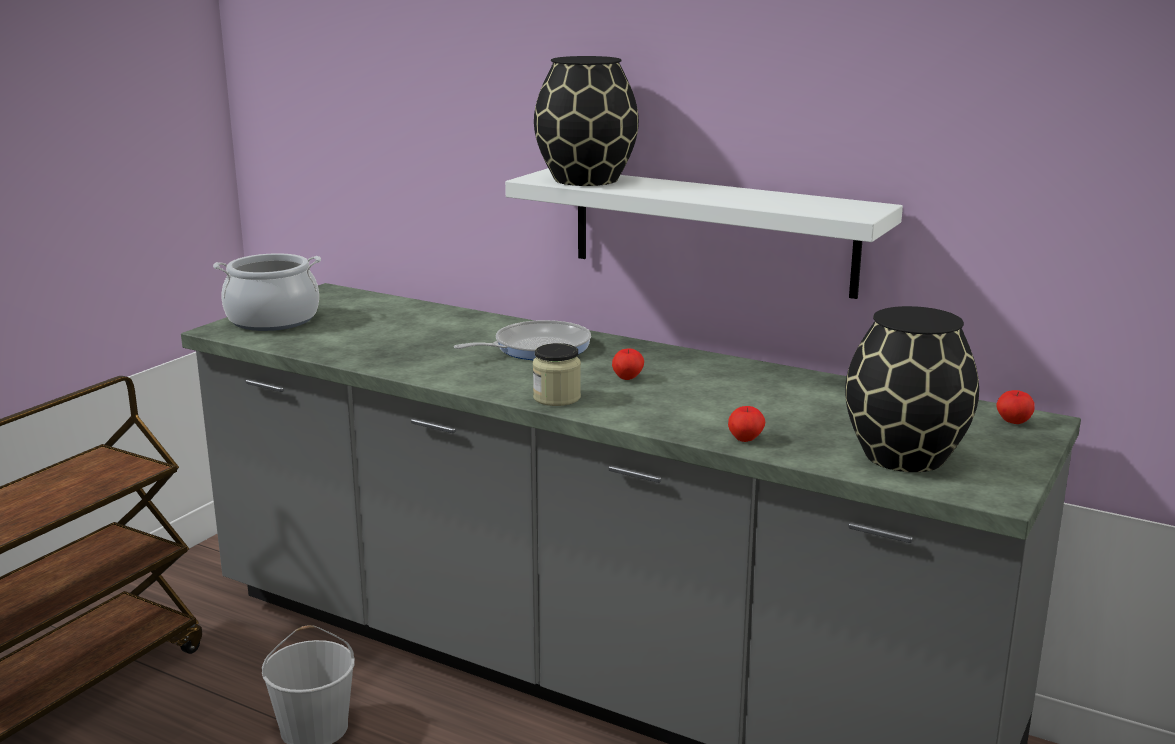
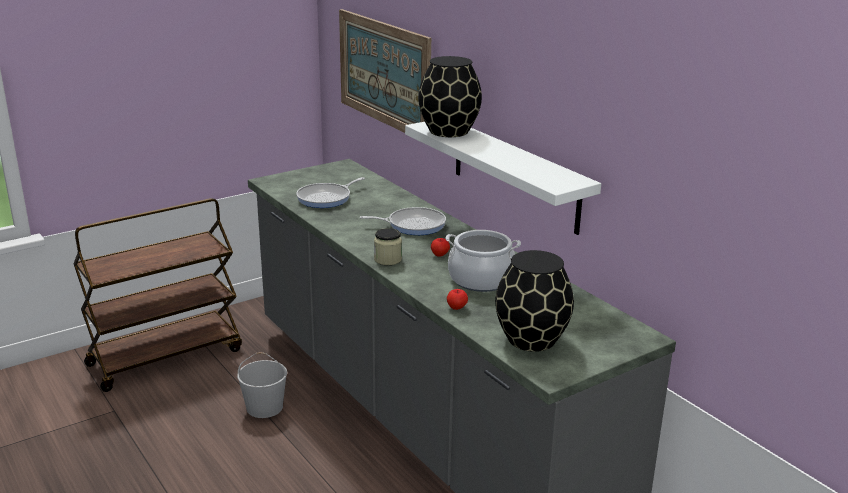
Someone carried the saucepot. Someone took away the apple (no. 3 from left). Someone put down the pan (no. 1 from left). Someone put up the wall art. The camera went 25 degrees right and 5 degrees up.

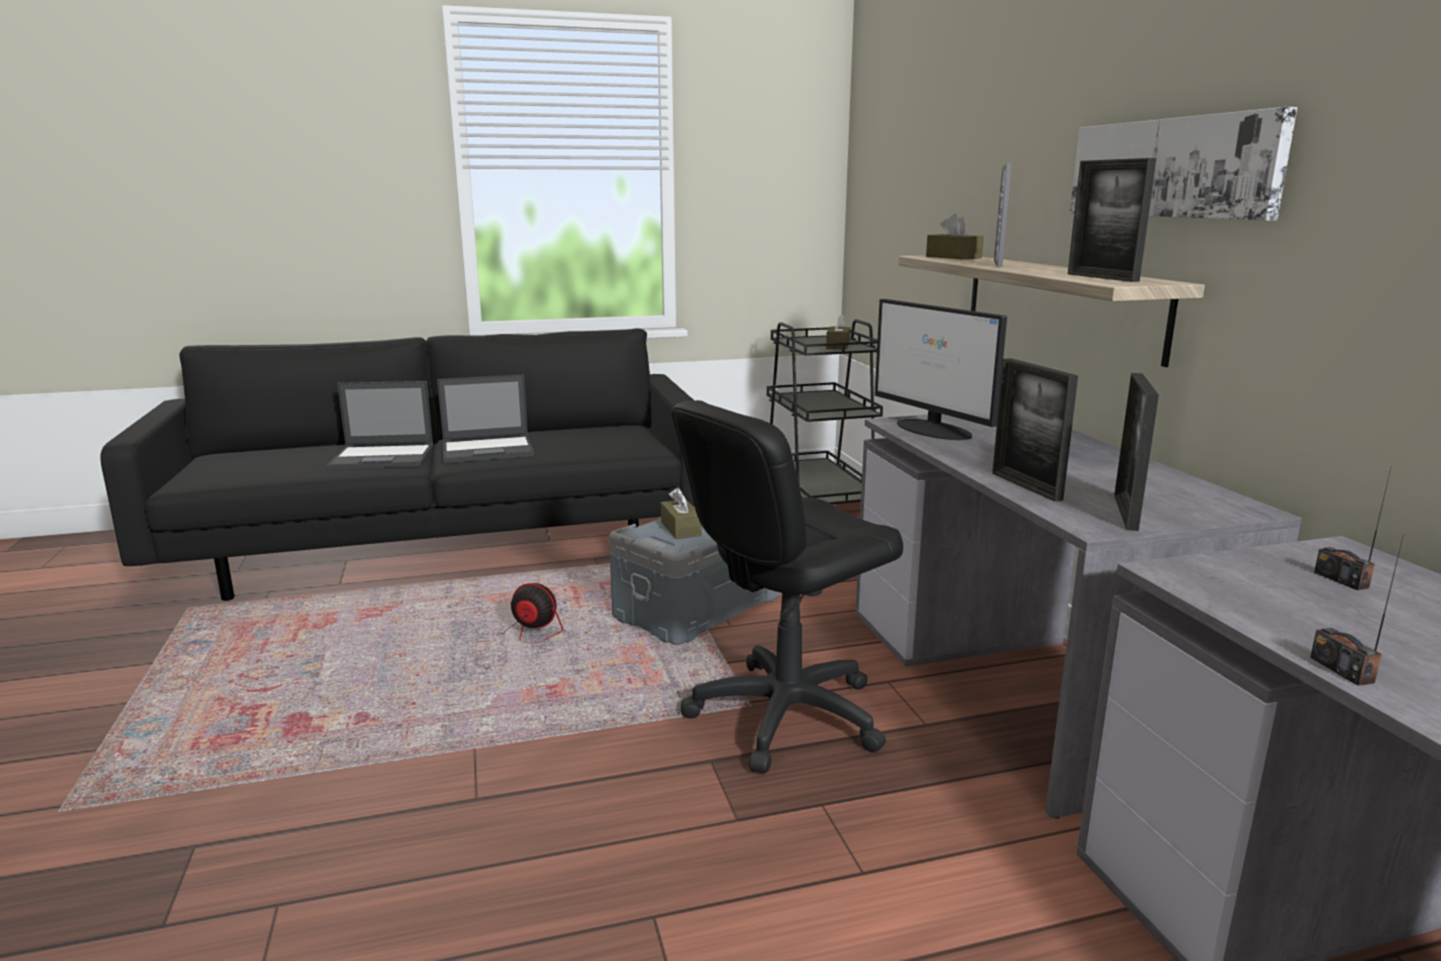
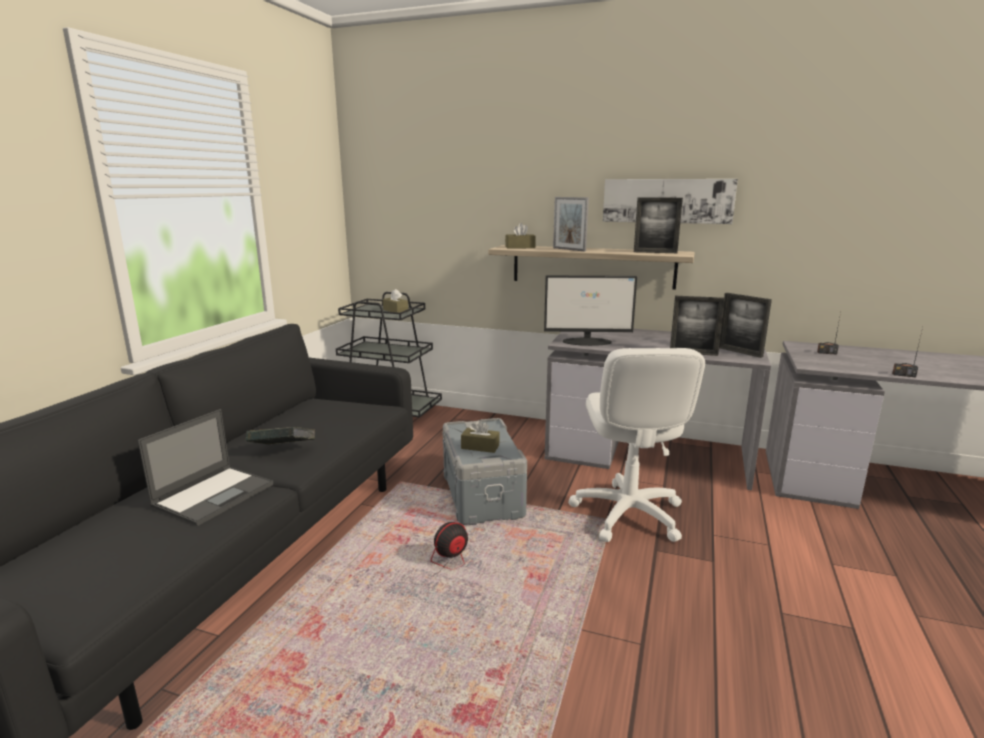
Someone swapped the laptop (no. 2 from left) for the book. Someone repainted the desk chair in black-coloured, which became the desk chair in white-coloured. The camera went 55 degrees left and 0 degrees up.

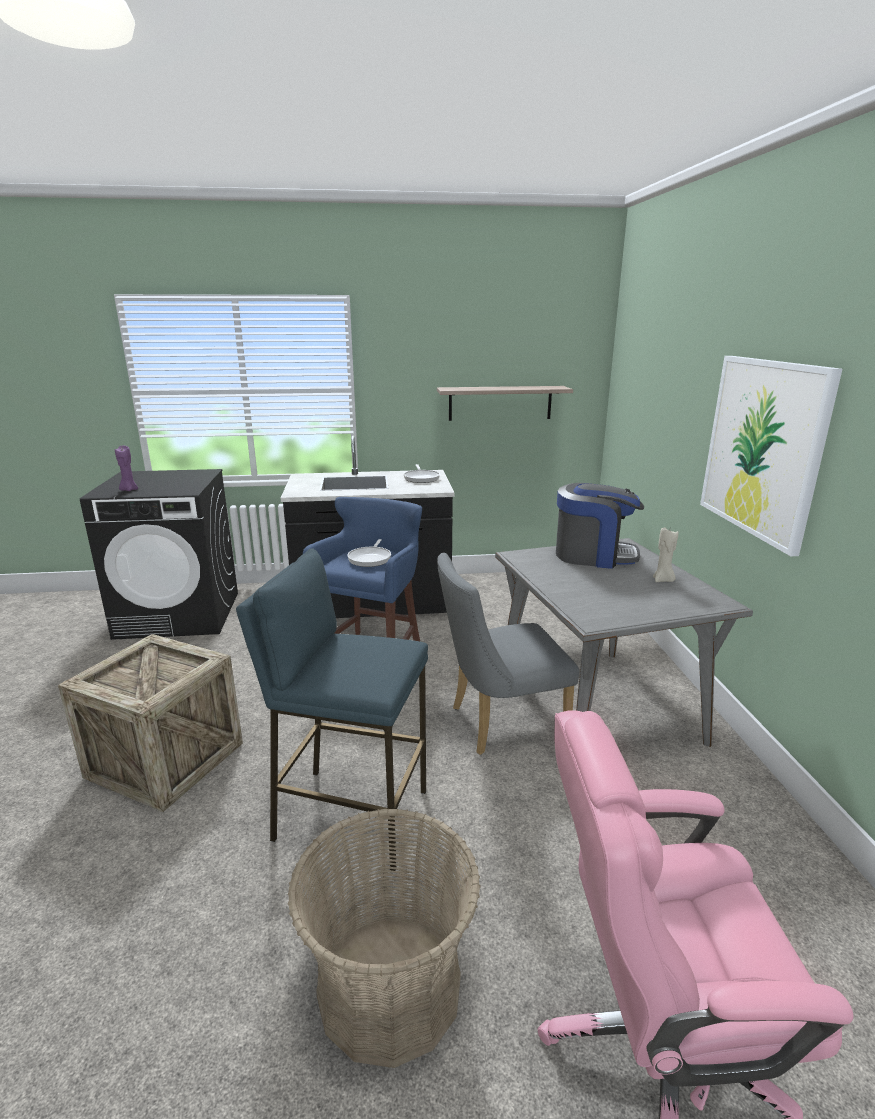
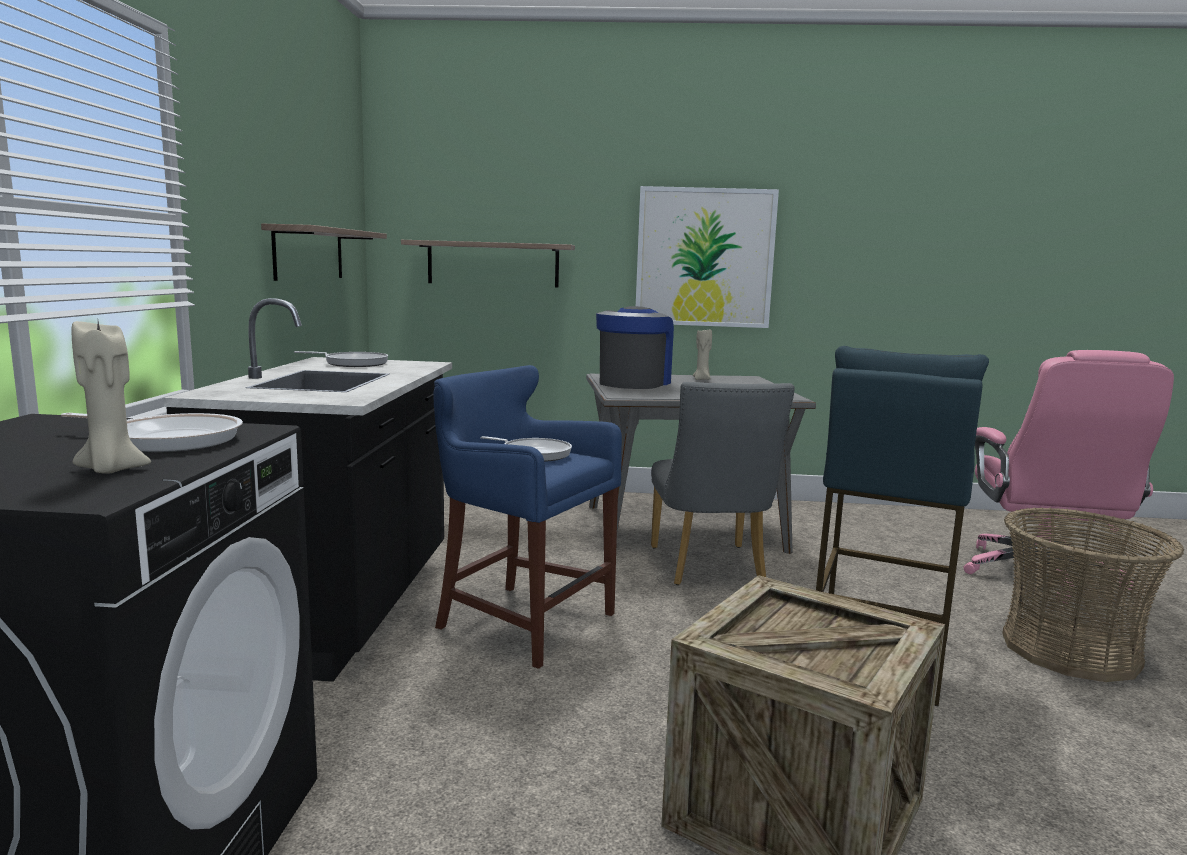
Someone repainted the candle in purplish, which became the candle in beige-coloured (no. 1 from left). Someone put down the pan (no. 1 from left). Someone put up the bracket shelf (no. 2 from left). The camera went 80 degrees left and 10 degrees down.

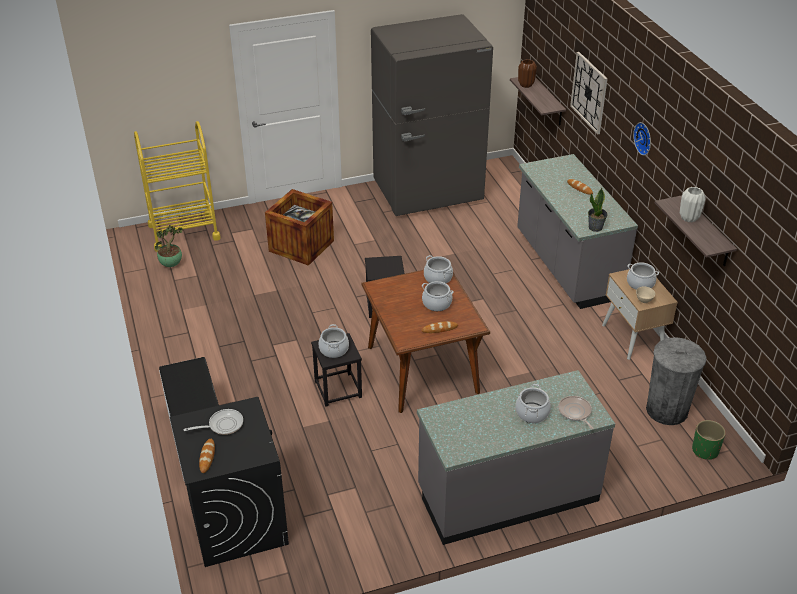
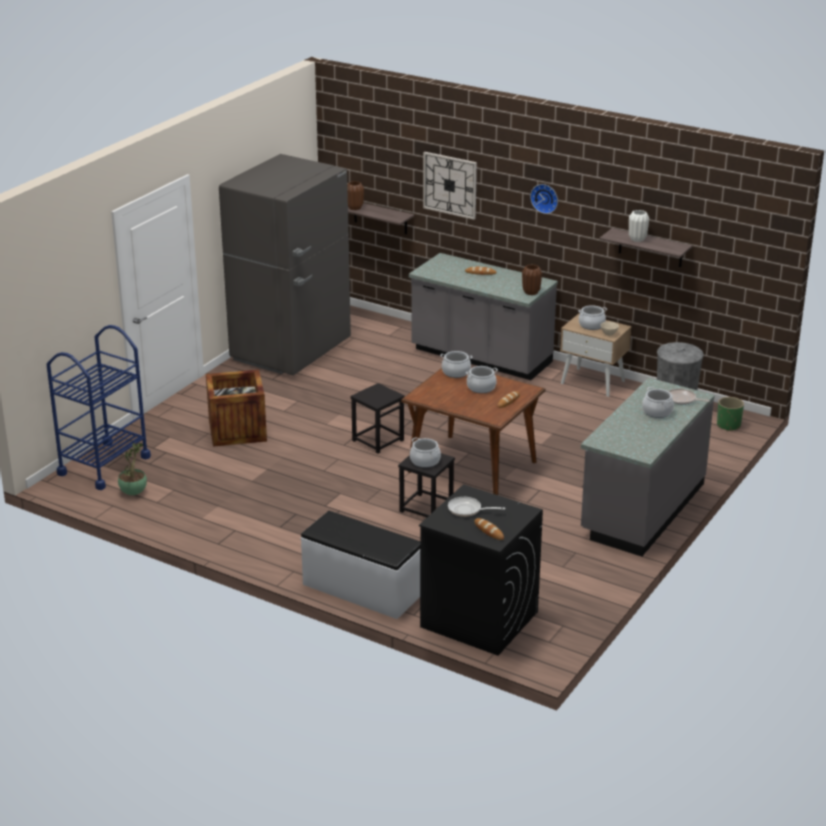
Someone repainted the cart in yellow, which became the cart in bluish. Someone rotated the pan (no. 1 from left) by 105 degrees counterclockwise. Someone swapped the plant in a pot (no. 2 from left) for the decorative vase in brown-coloured (no. 2 from left). The camera went 40 degrees left and 10 degrees down.

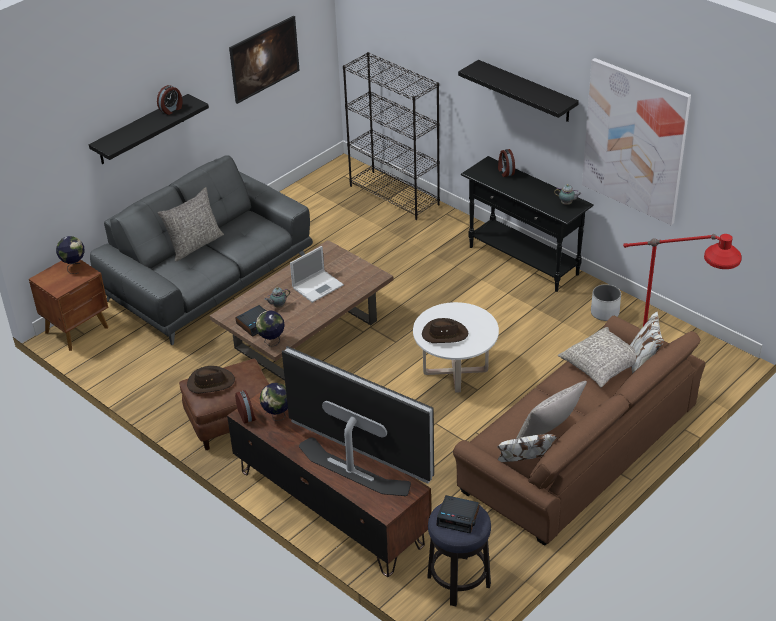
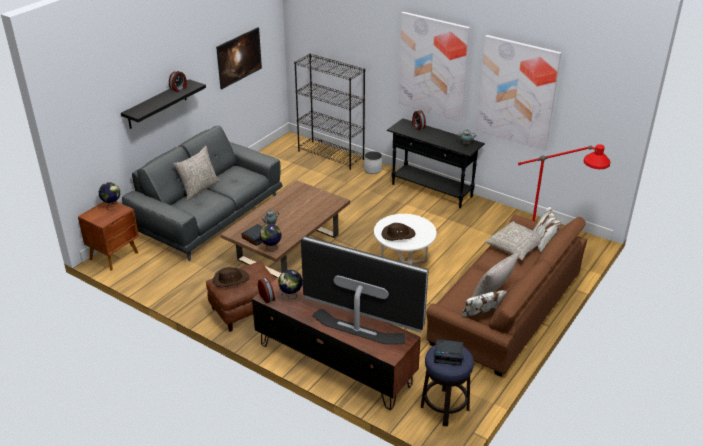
Someone took away the laptop. Someone swapped the bracket shelf in black-coloured (no. 2 from left) for the wall art (no. 2 from left). Someone carried the plant pot in white-coloured. The camera went 10 degrees left and 5 degrees down.

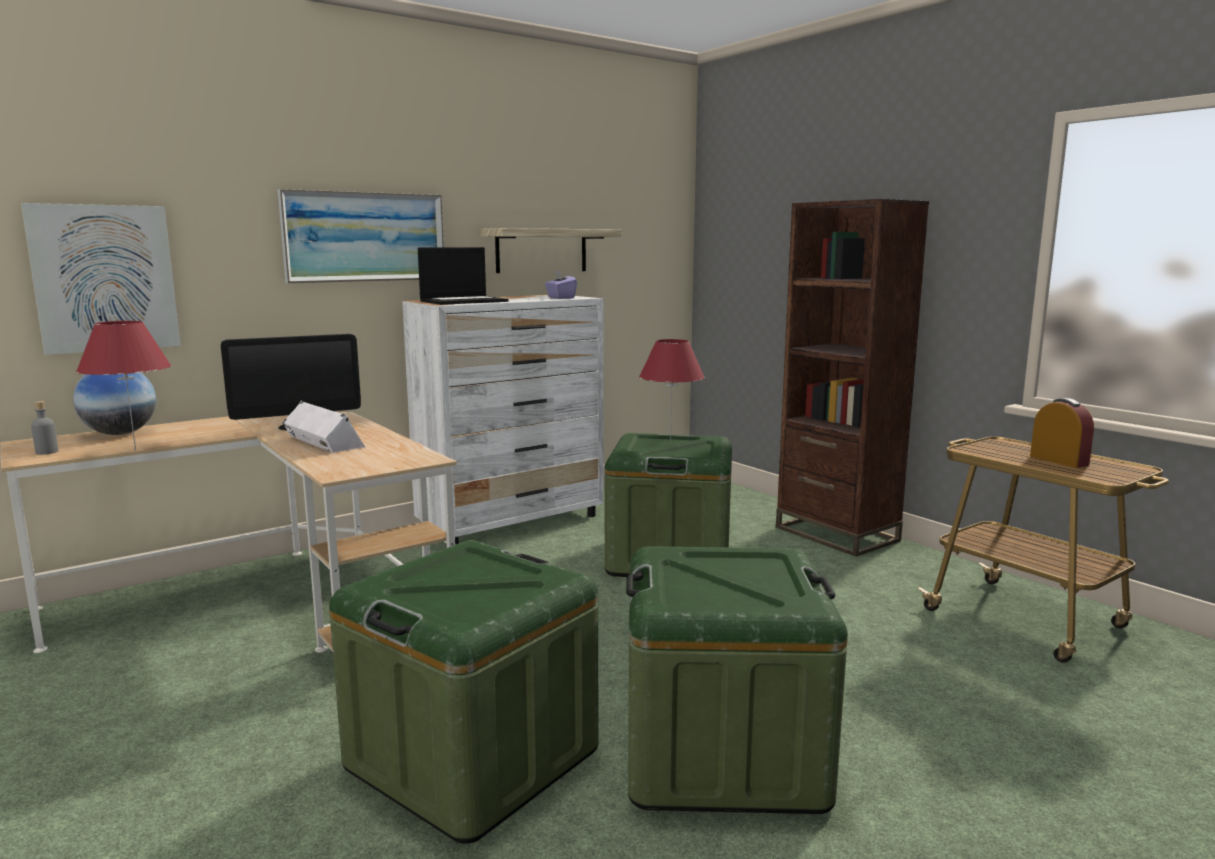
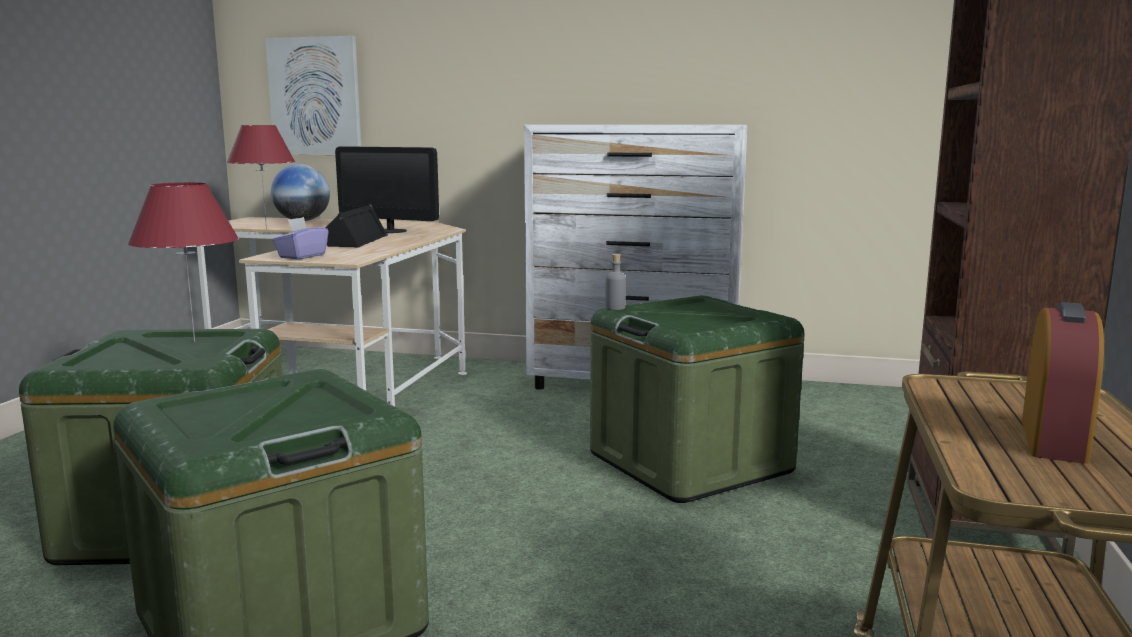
Someone carried the bottle in greyish. Someone took away the wall art (no. 2 from left). Someone repainted the loudspeaker in white-coloured, which became the loudspeaker in black-coloured. Someone took away the laptop. Someone took away the bracket shelf. Someone carried the box of tissues in purplish. Someone carried the tabletop lamp in red-coloured (no. 2 from left in the first image). The camera went 50 degrees right and 0 degrees up.

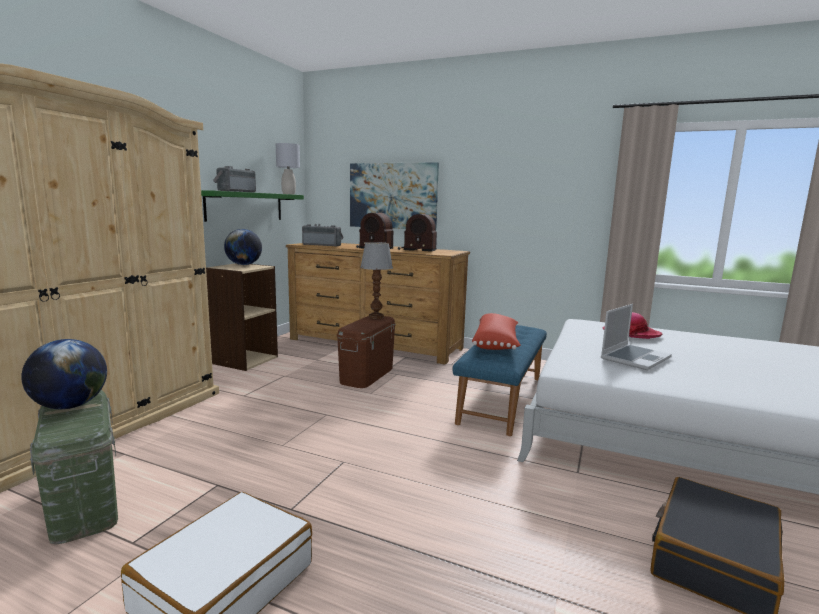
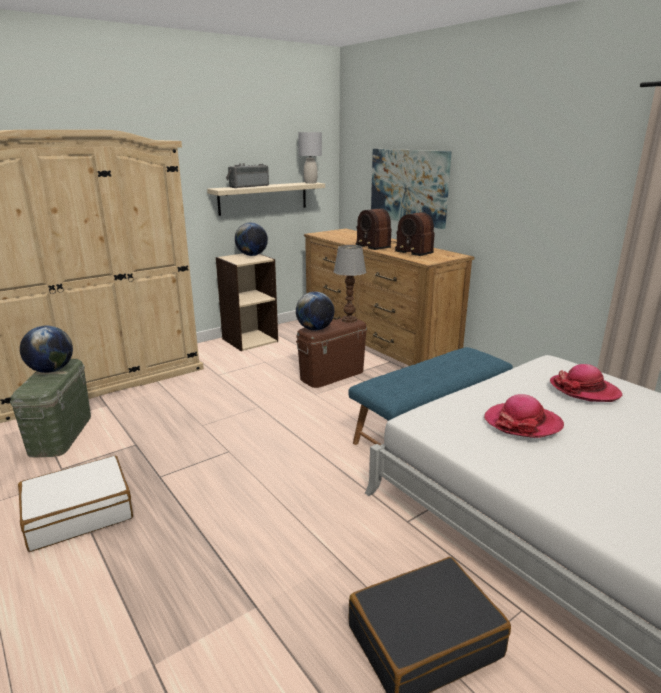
Someone repainted the bracket shelf in green, which became the bracket shelf in beige-coloured. Someone took away the radio receiver (no. 2 from left). Someone took away the cushion in red-coloured. Someone swapped the laptop for the hat (no. 1 from left). Someone put down the world globe (no. 3 from left). The camera went 30 degrees right and 10 degrees up.

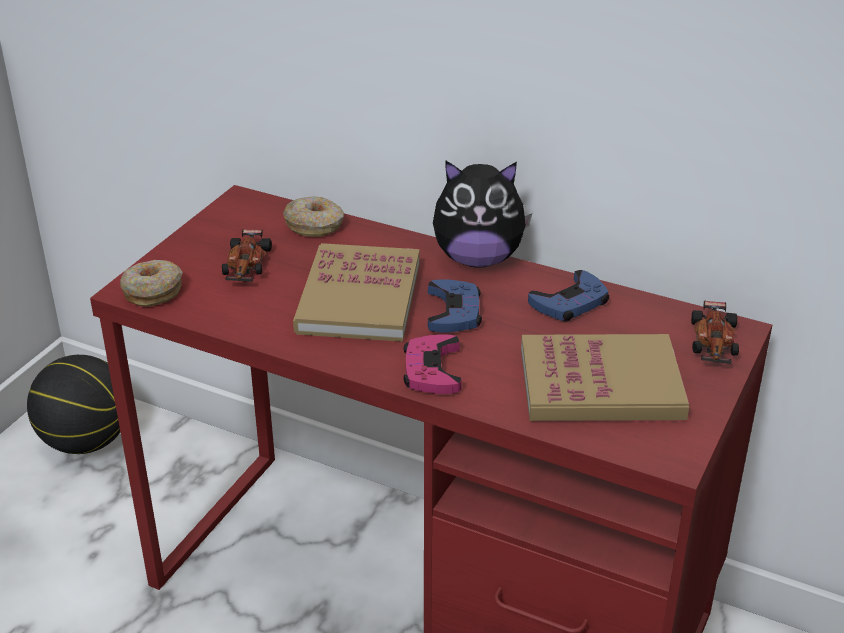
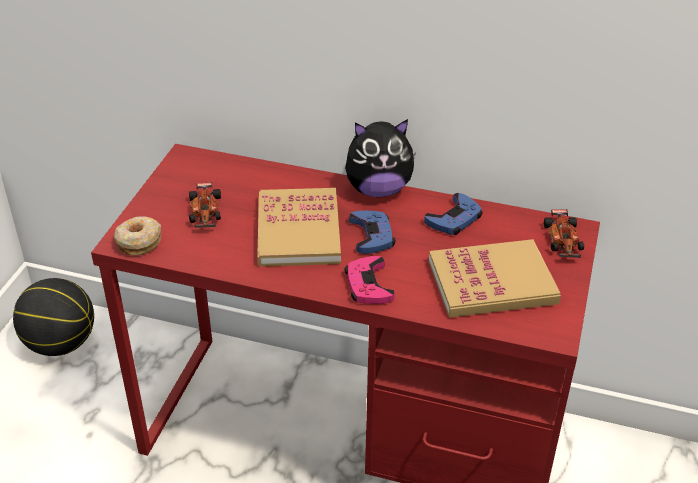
Someone took away the donut (no. 2 from left). The camera went 10 degrees left and 5 degrees up.

